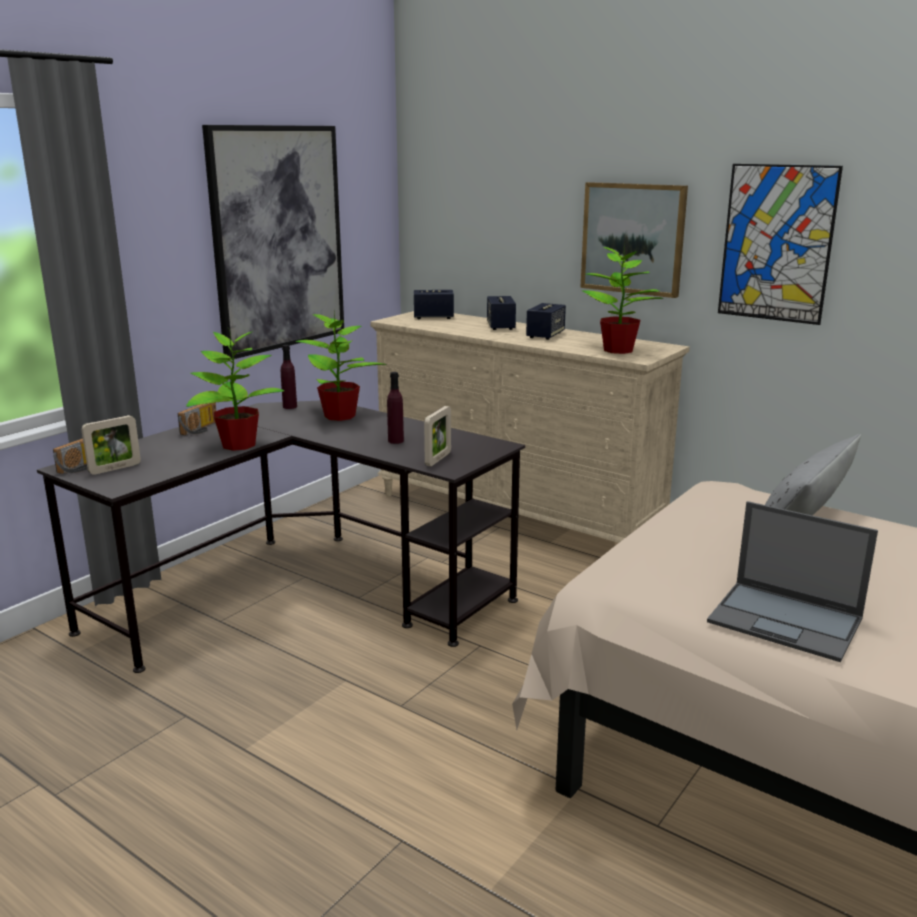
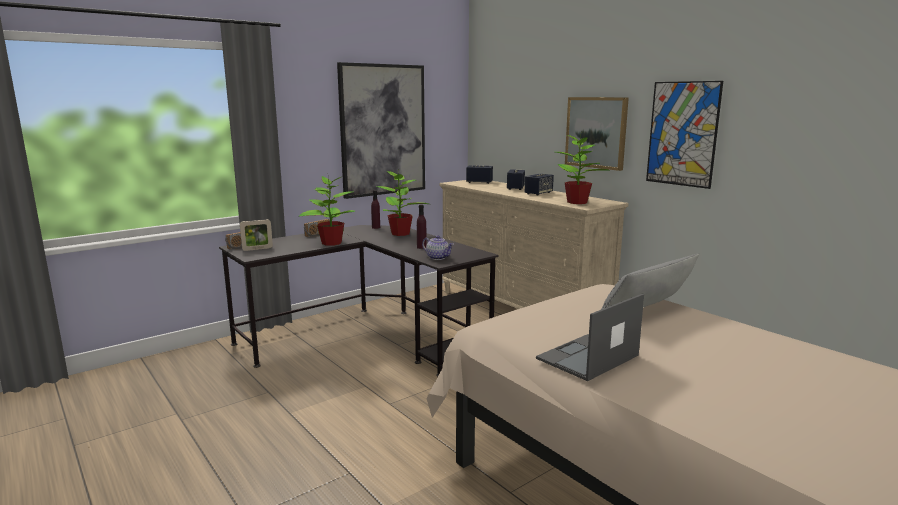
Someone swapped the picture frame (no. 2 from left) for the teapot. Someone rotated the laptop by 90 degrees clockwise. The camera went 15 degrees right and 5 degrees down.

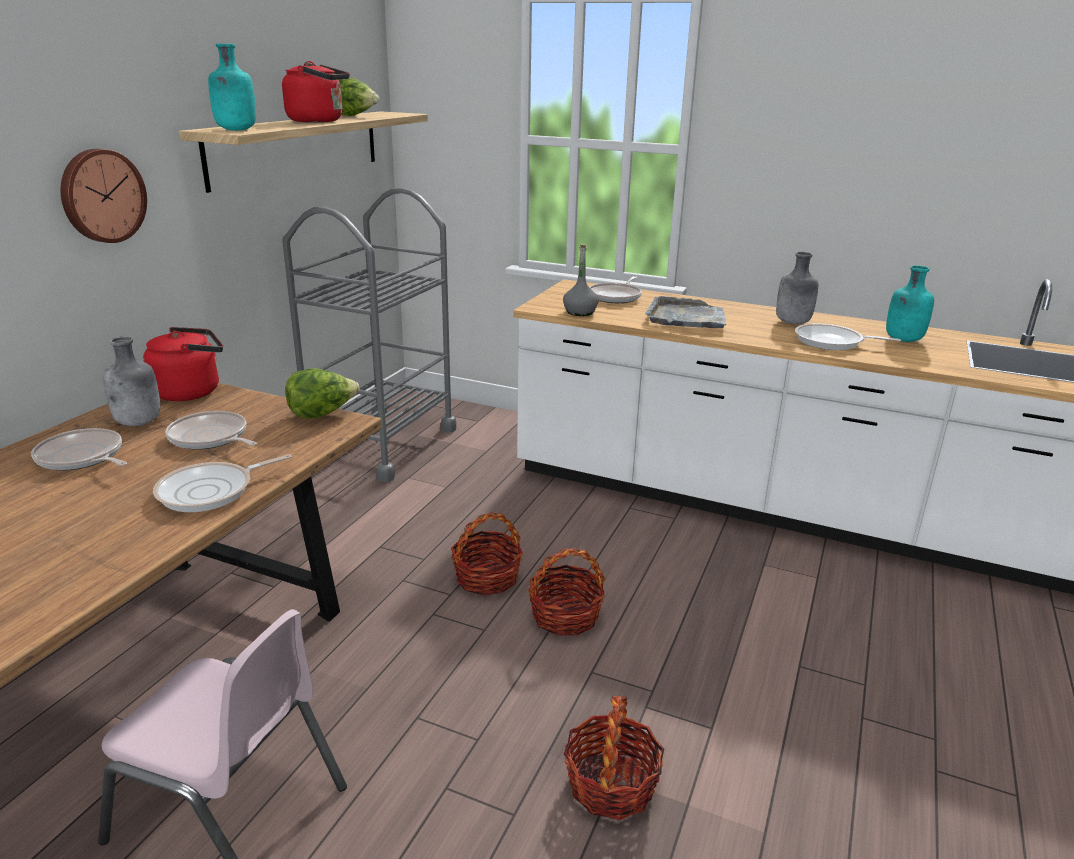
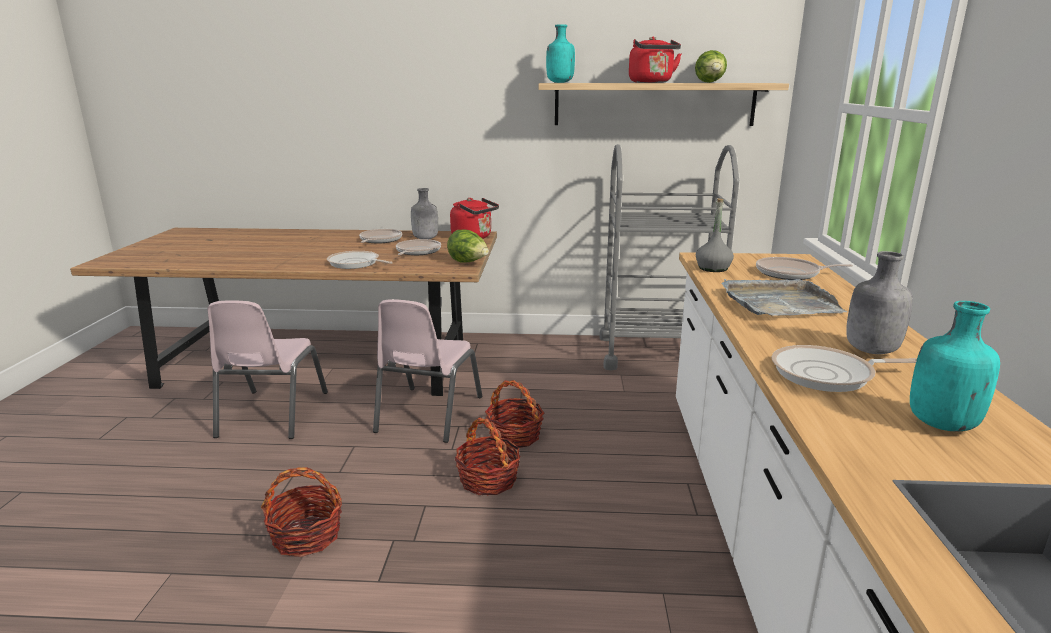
Someone took away the clock on the wall. Someone rotated the pan (no. 5 from left) by 90 degrees counterclockwise. Someone put down the upright chair in pink-coloured (no. 2 from left). The camera went 70 degrees right and 5 degrees down.

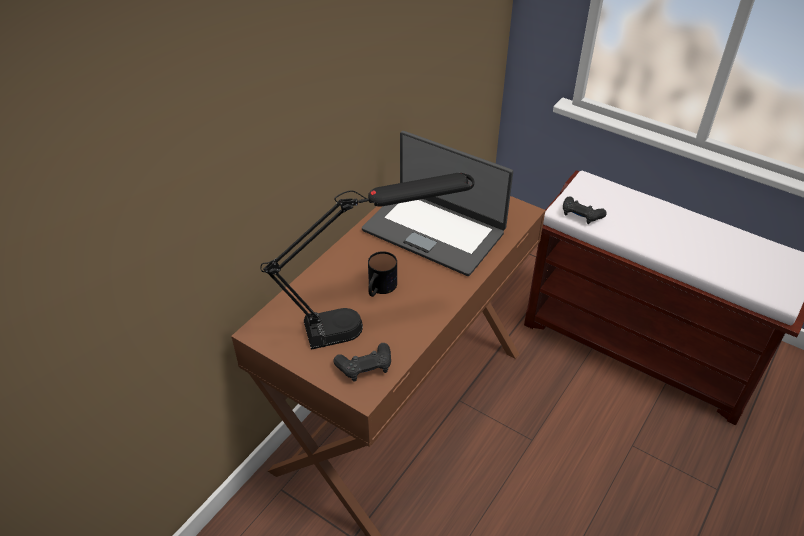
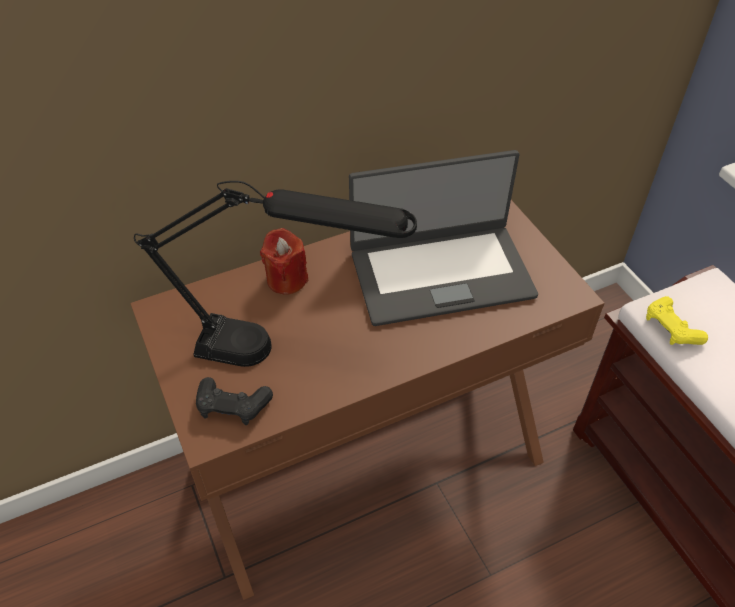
Someone rotated the laptop by 75 degrees counterclockwise. Someone took away the tea mug. Someone repainted the game controller in black-coloured (no. 2 from left), which became the game controller in yellow. Someone put down the candle in red-coloured. The camera went 30 degrees right and 5 degrees up.

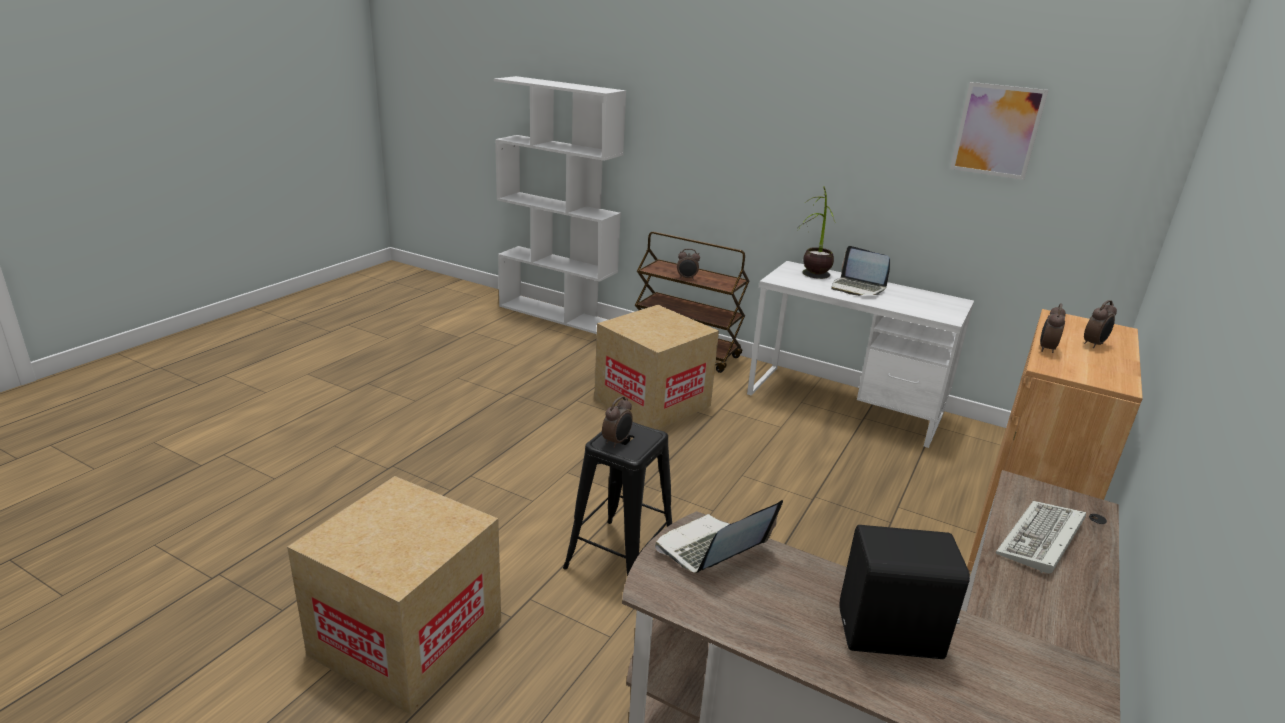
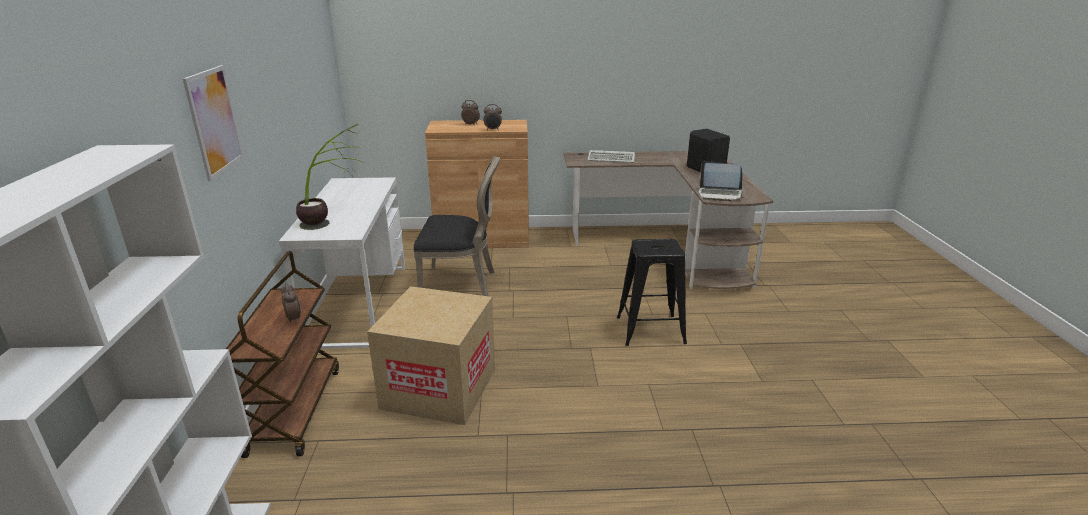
Someone took away the carton (no. 1 from left). Someone took away the table clock (no. 1 from left). Someone took away the laptop (no. 2 from left). Someone carried the wall art. Someone put down the upright chair in black-coloured. The camera went 120 degrees left and 0 degrees up.

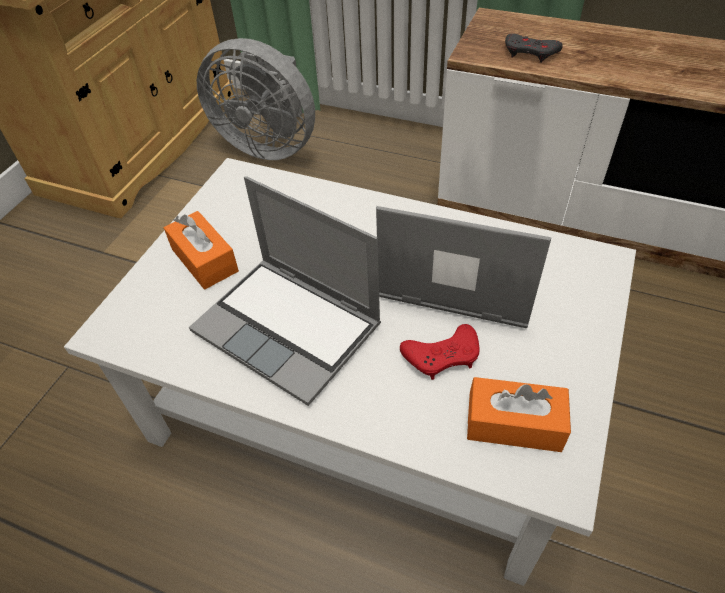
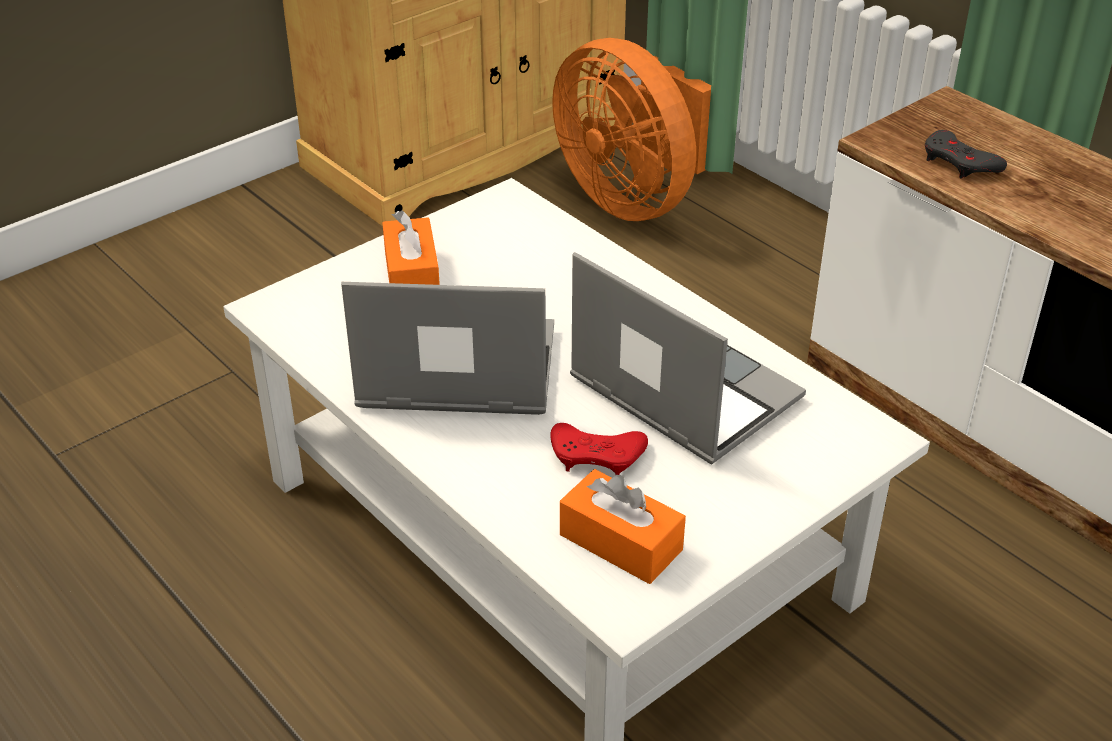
Someone rotated the laptop (no. 1 from left) by 120 degrees clockwise. Someone repainted the cooling fan in greyish, which became the cooling fan in orange-coloured. The camera went 25 degrees right and 10 degrees down.

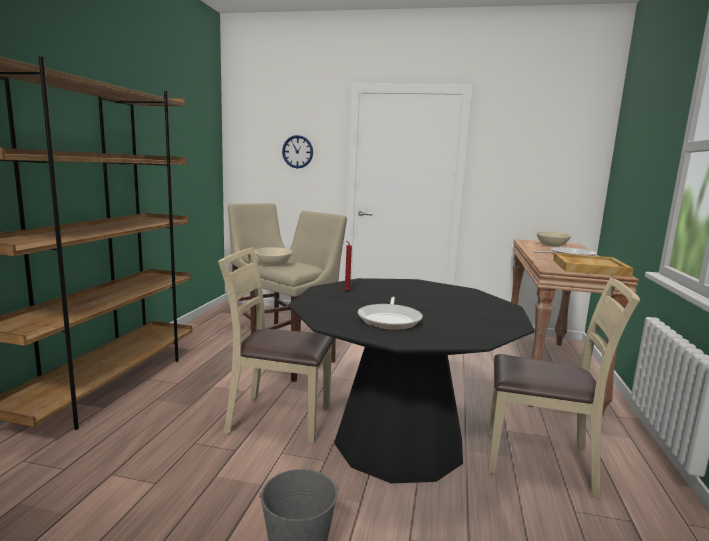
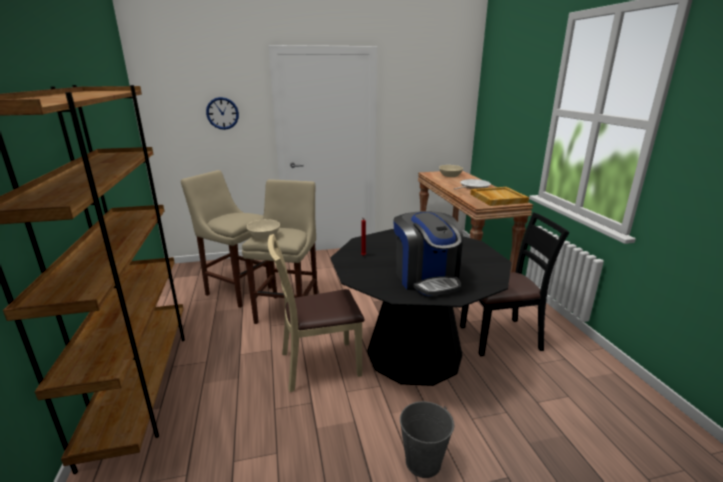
Someone swapped the pan (no. 1 from left) for the coffee machine. Someone repainted the upright chair in beige-coloured (no. 2 from left), which became the upright chair in black-coloured. The camera went 25 degrees left and 10 degrees up.

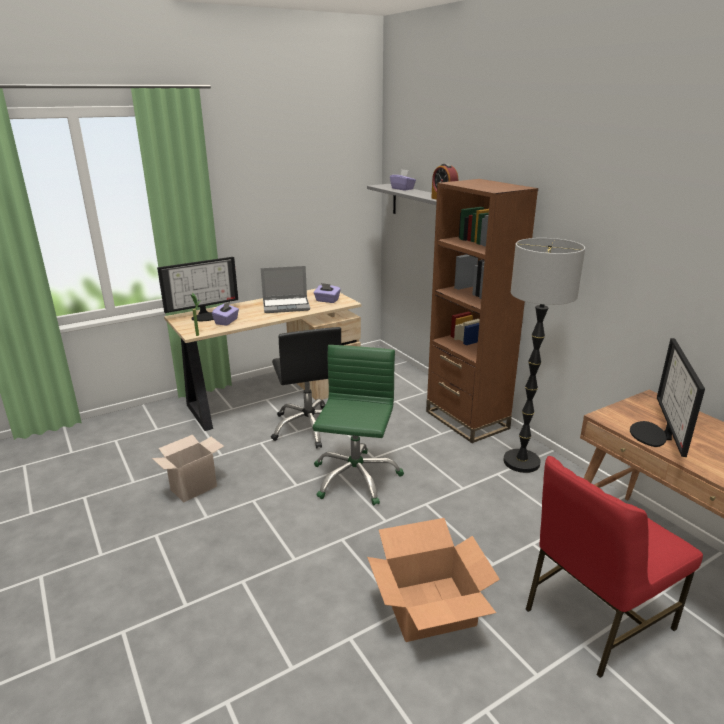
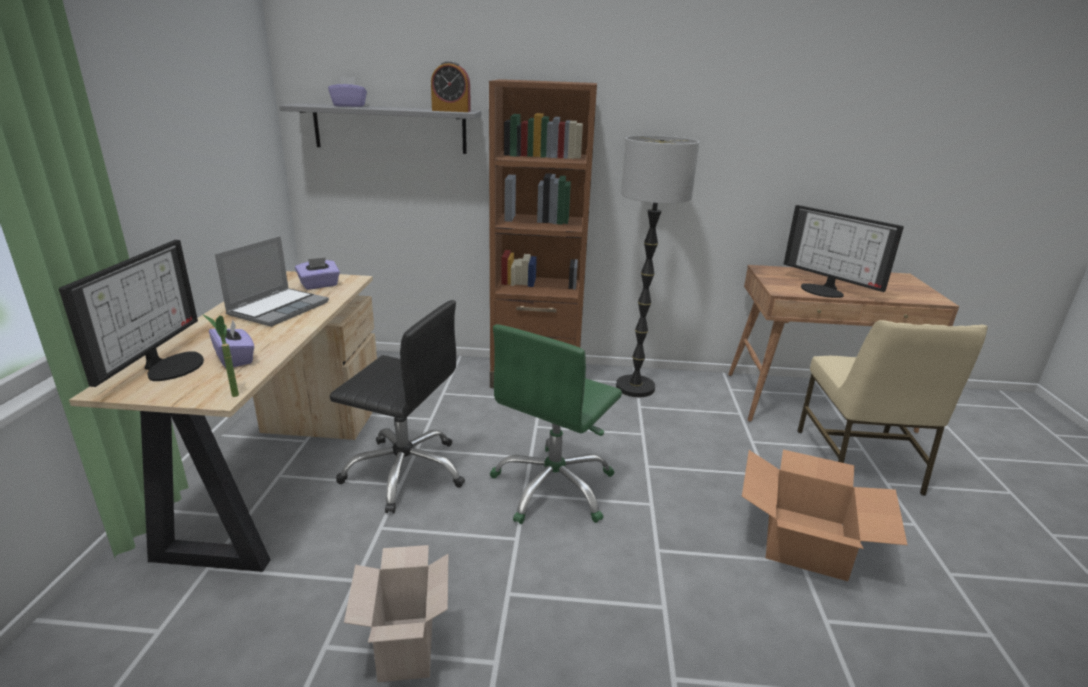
Someone rotated the desk chair in green by 105 degrees counterclockwise. Someone repainted the upright chair in red-coloured, which became the upright chair in beige-coloured. The camera went 55 degrees left and 0 degrees up.

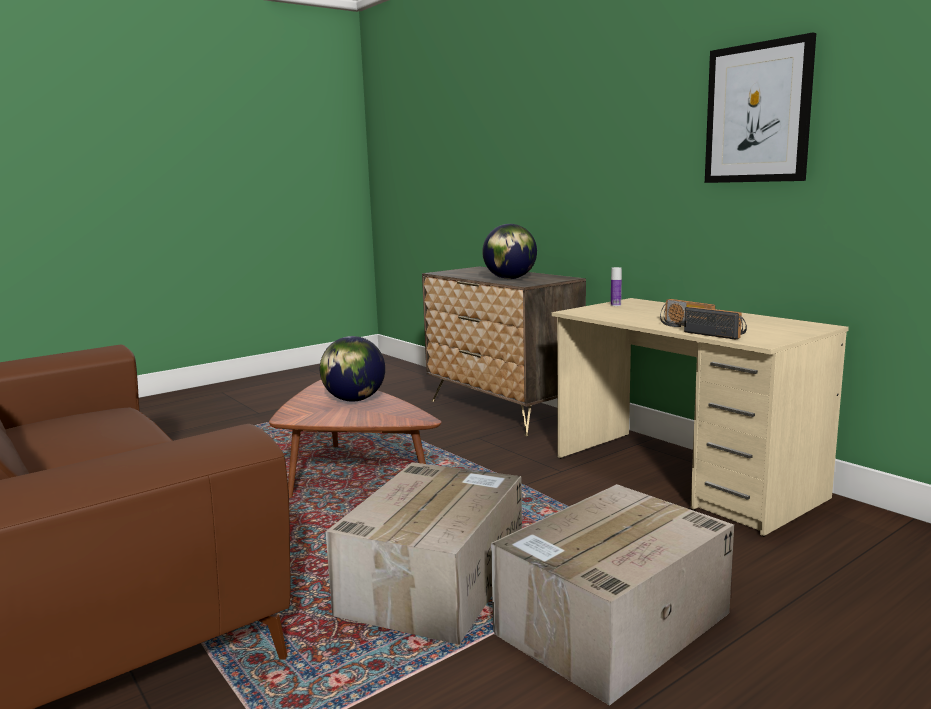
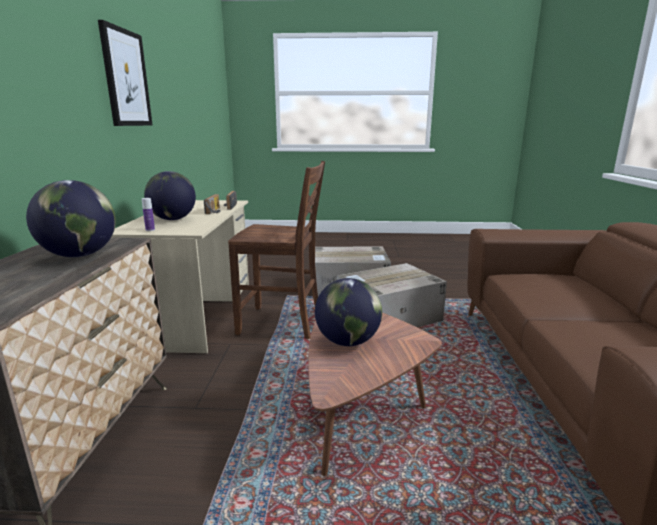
Someone put down the world globe (no. 2 from left). Someone put down the upright chair in brown-coloured. The camera went 140 degrees left and 5 degrees up.

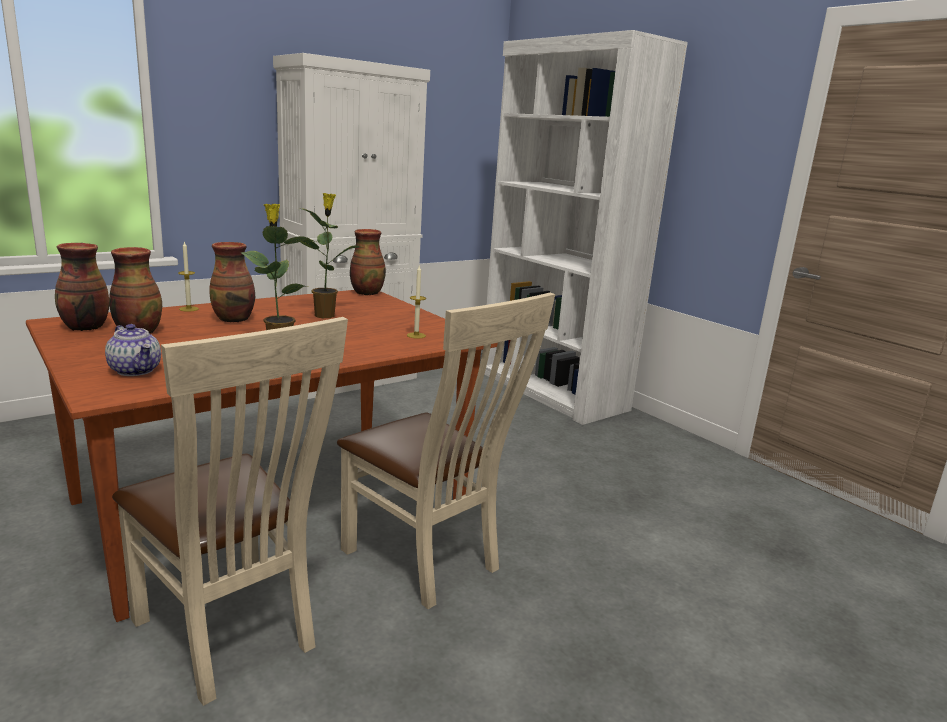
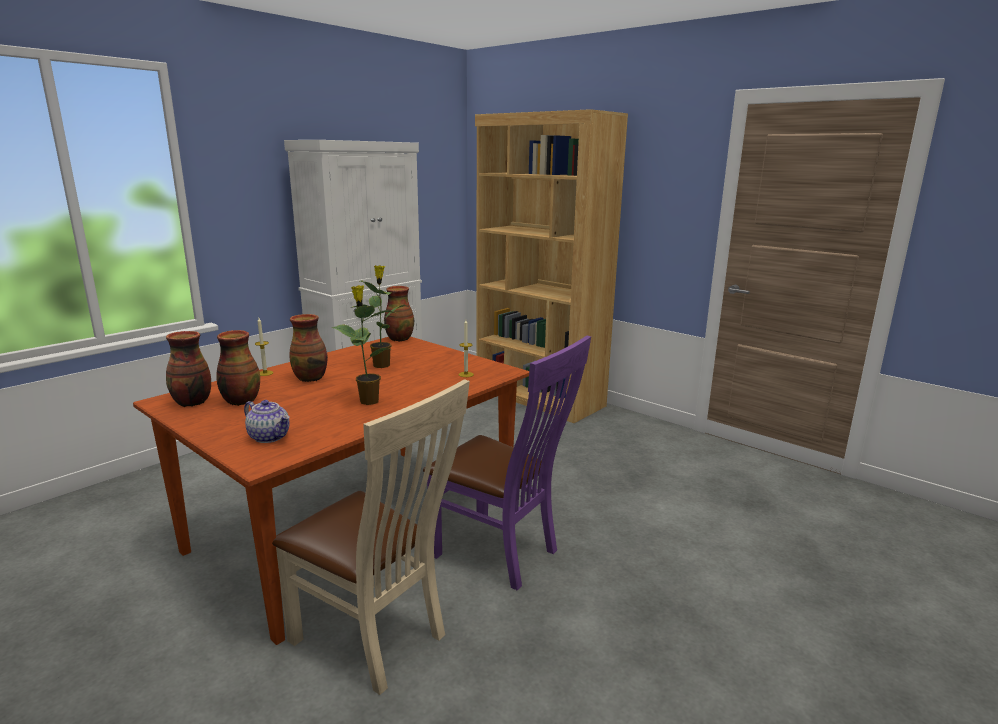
Someone repainted the upright chair in beige-coloured (no. 2 from left), which became the upright chair in purplish. Someone repainted the shelving unit in white-coloured, which became the shelving unit in brown-coloured. The camera went 10 degrees left and 0 degrees up.

